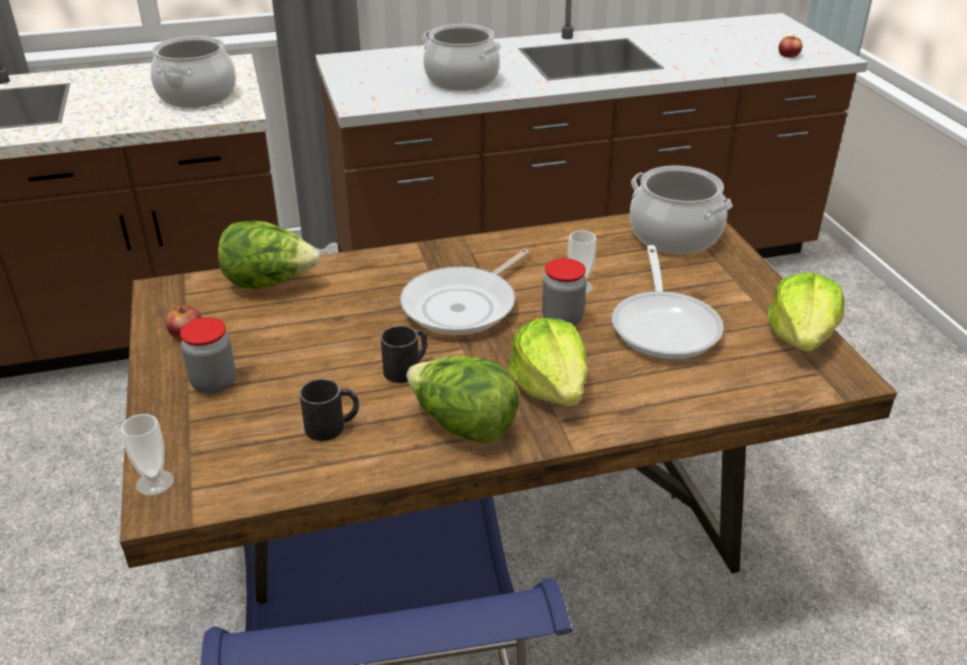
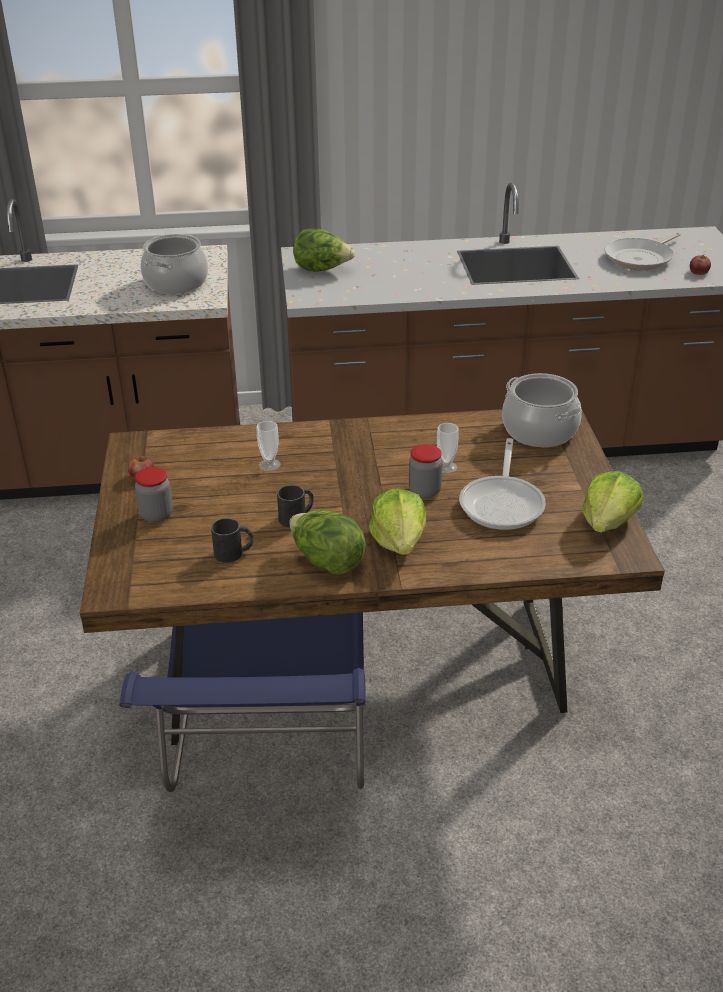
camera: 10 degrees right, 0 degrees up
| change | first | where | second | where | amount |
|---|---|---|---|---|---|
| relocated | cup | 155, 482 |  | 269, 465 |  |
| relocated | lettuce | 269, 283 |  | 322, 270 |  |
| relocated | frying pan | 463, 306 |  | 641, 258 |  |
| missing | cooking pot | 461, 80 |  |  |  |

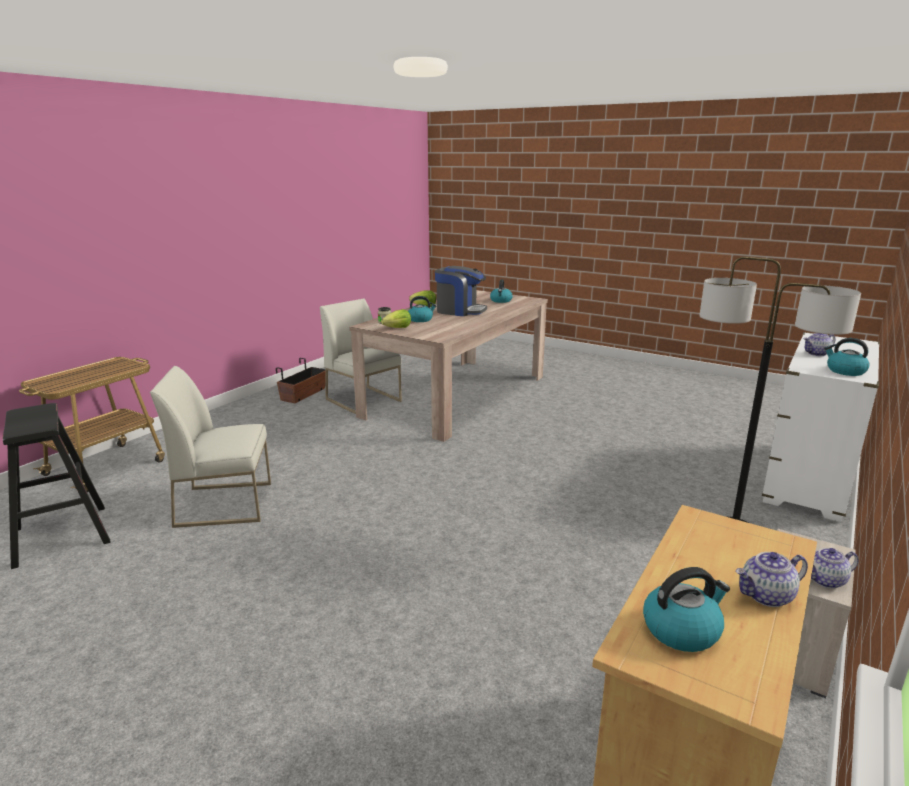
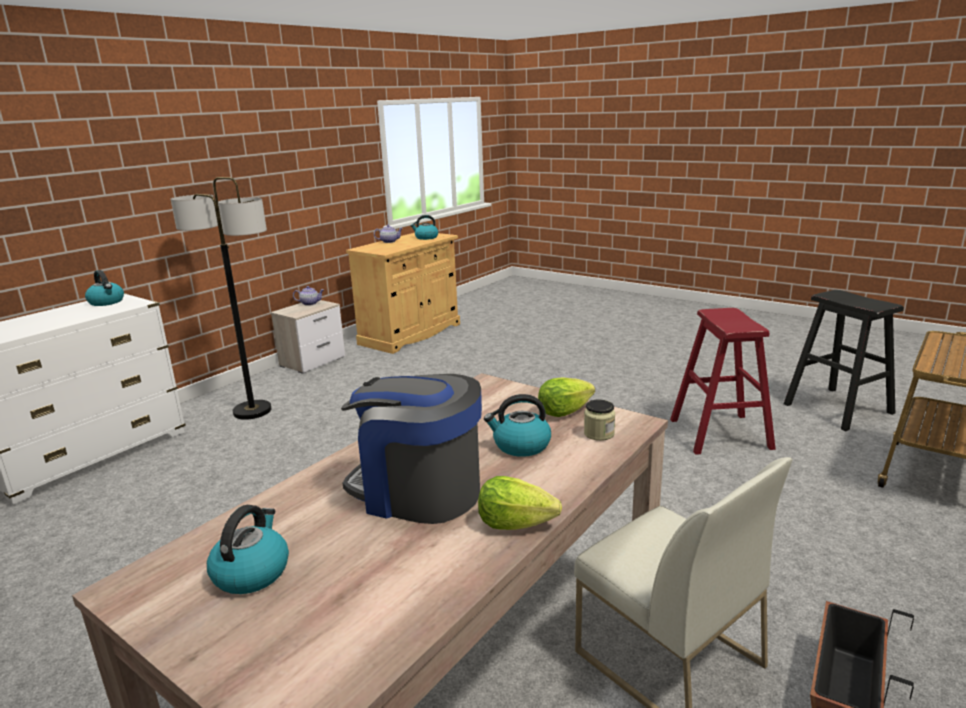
camera: 175 degrees left, 0 degrees up
| change | first | where | second | where | amount |
|---|---|---|---|---|---|
| exchanged | chair (white) | 225, 504 | stool (red) | 720, 434 |  |
| missing | teapot | 816, 354 |  |  |  |

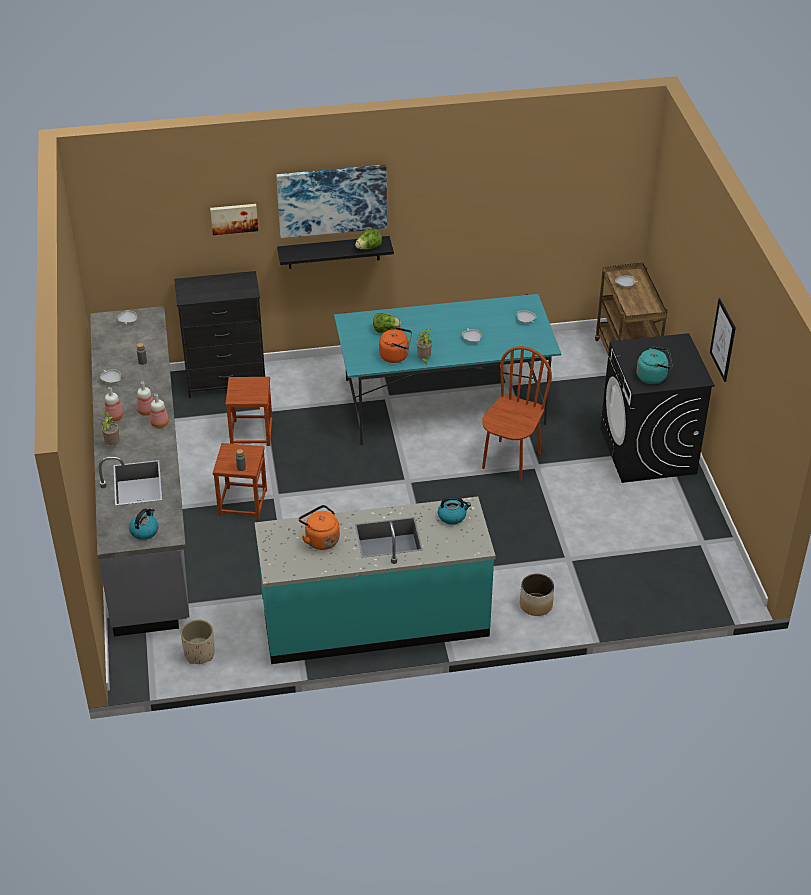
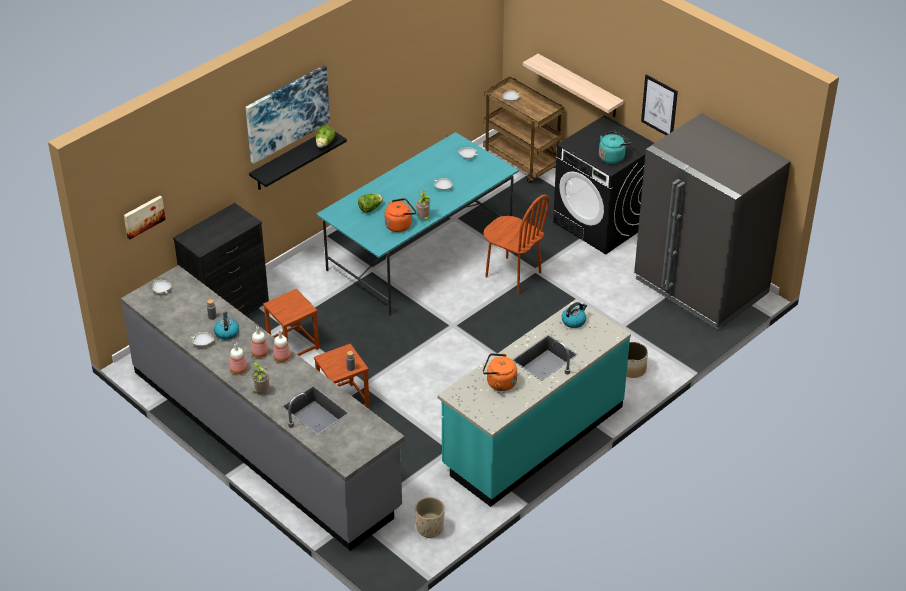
camera: 35 degrees left, 0 degrees up
| change | first | where | second | where | amount |
|---|---|---|---|---|---|
| relocated | kettle | 144, 531 |  | 226, 332 |  |
| relocated | picture | 234, 218 |  | 143, 216 |  |
| spun | chair (brown) | 510, 460 |  | 513, 275 | 135 degrees clockwise |
| appeared |  |  | shelf | 579, 86 |  |
| appeared |  |  | fridge (grey) | 700, 287 |  |

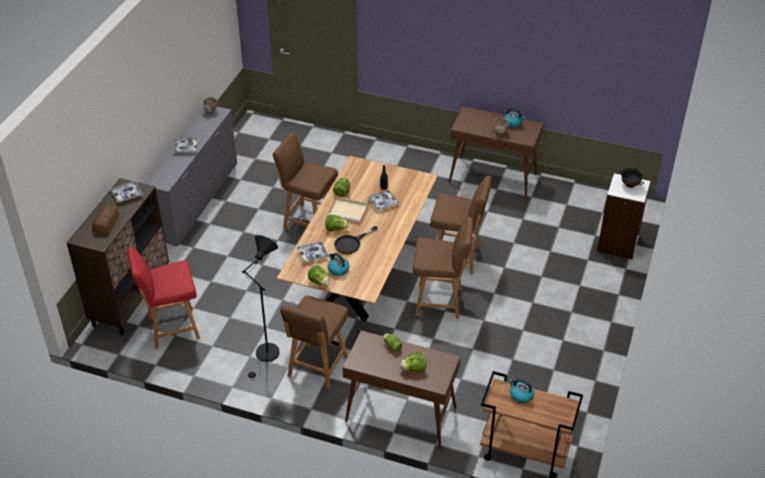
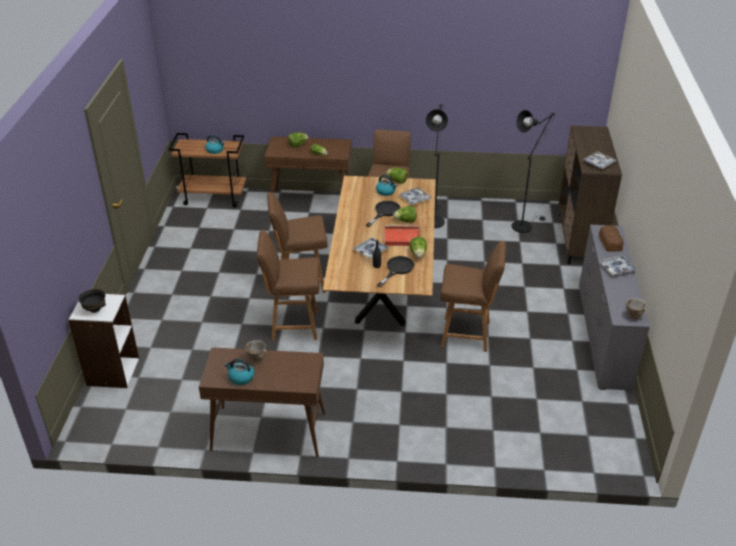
camera: 165 degrees right, 5 degrees down
| change | first | where | second | where | amount |
|---|---|---|---|---|---|
| relocated | bread | 105, 224 |  | 610, 242 |  |
| exchanged | chair (red) | 172, 328 | floor lamp (black) | 524, 225 |  |
| colour | tray (beige) | 349, 211 | tray (red) | 401, 237 |  |
| appeared |  |  | frying pan (black) | 397, 269 |  |

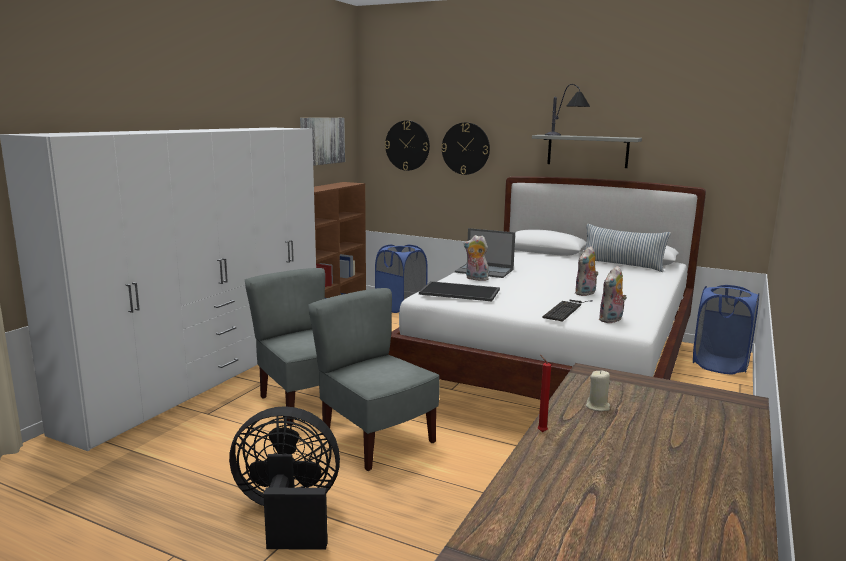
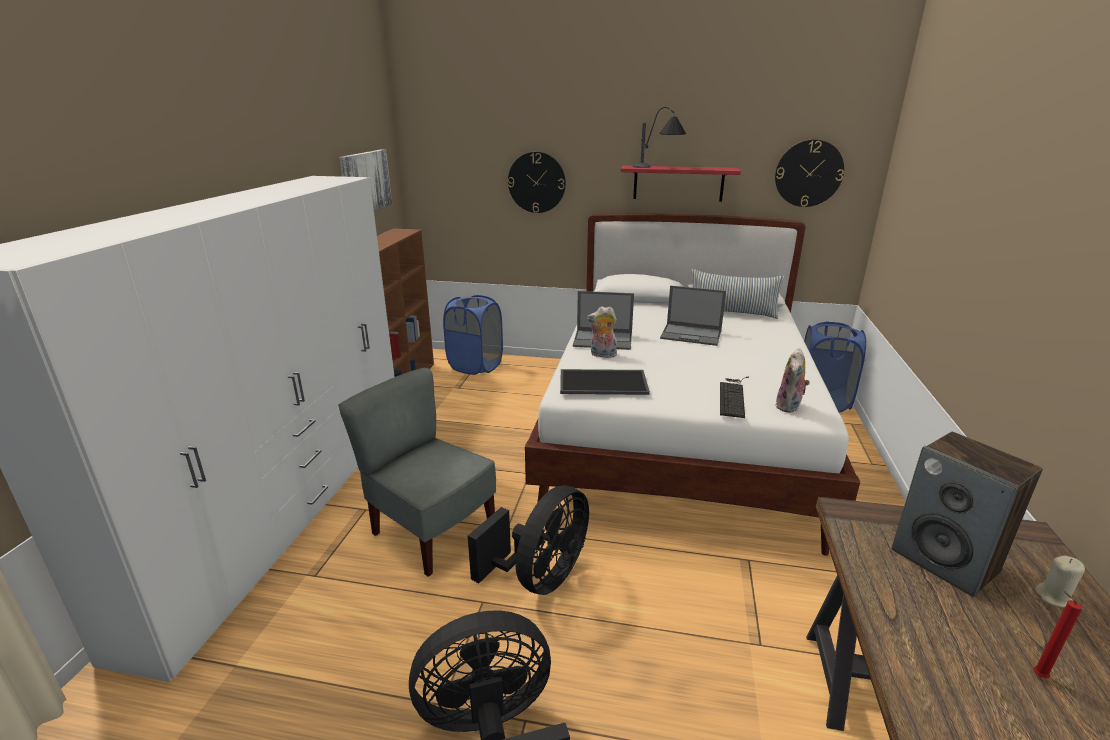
camera: 15 degrees left, 10 degrees up
| change | first | where | second | where | amount |
|---|---|---|---|---|---|
| exchanged | chair (grey) | 376, 440 | fan (black) | 540, 577 |  |
| relocated | wall clock | 407, 145 |  | 808, 173 |  |
| colour | shelf (grey) | 587, 151 | shelf (red) | 678, 183 |  |
| relocated | candle (red) | 541, 431 |  | 1036, 675 |  |
| missing | plush toy | 586, 293 |  |  |  |
| relocated | candle (beige) | 598, 407 |  | 1054, 597 |  |
| appeared |  |  | laptop | 692, 335 |  |
| appeared |  |  | speaker | 945, 561 |  |

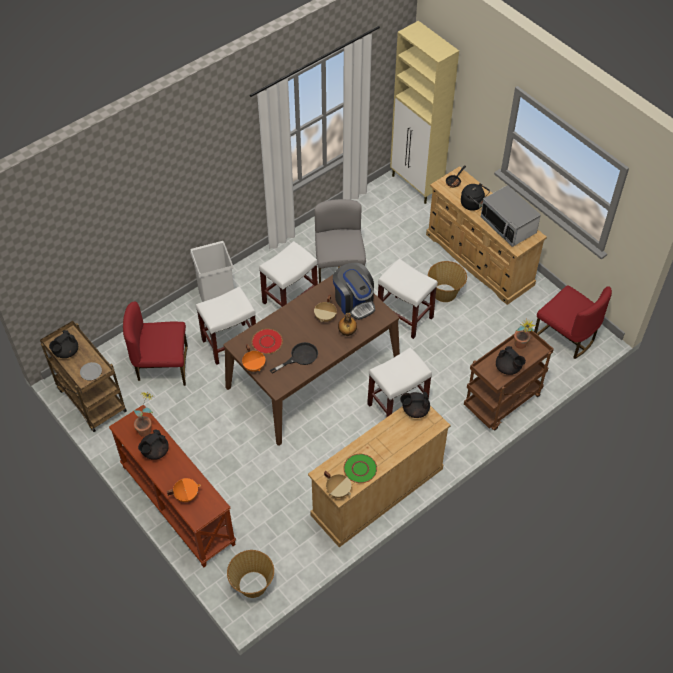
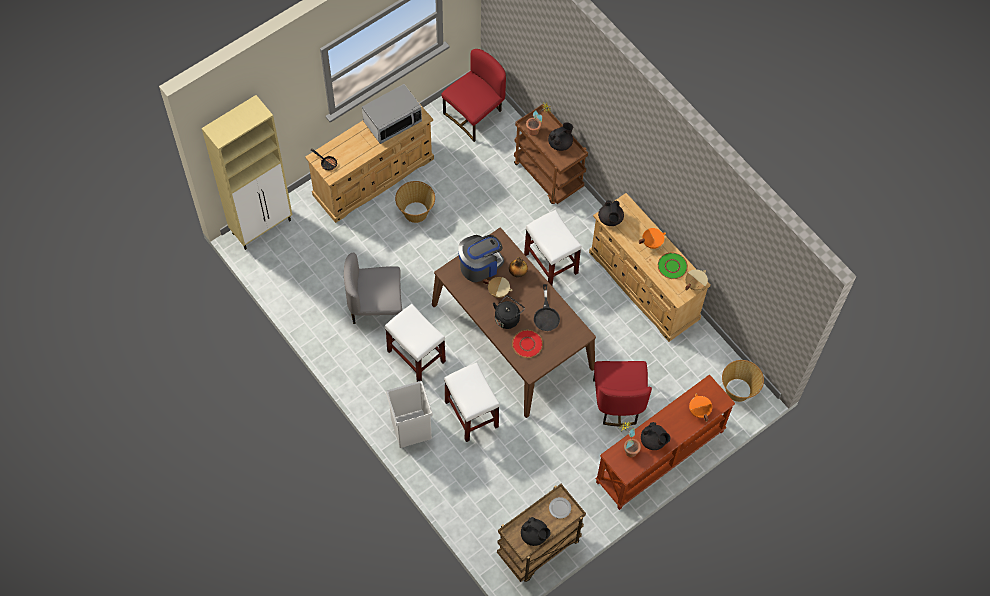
camera: 90 degrees left, 10 degrees up
| change | first | where | second | where | amount |
|---|---|---|---|---|---|
| relocated | chair (red) | 162, 366 |  | 618, 402 |  |
| relocated | cooking pot (orange) | 254, 366 |  | 651, 242 |  |
| spun | frying pan (black) | 299, 357 |  | 546, 315 | 150 degrees counterclockwise |
| missing | stool (white) | 405, 316 |  |  |  |
| relocated | kettle (black) | 473, 204 |  | 508, 317 |  |

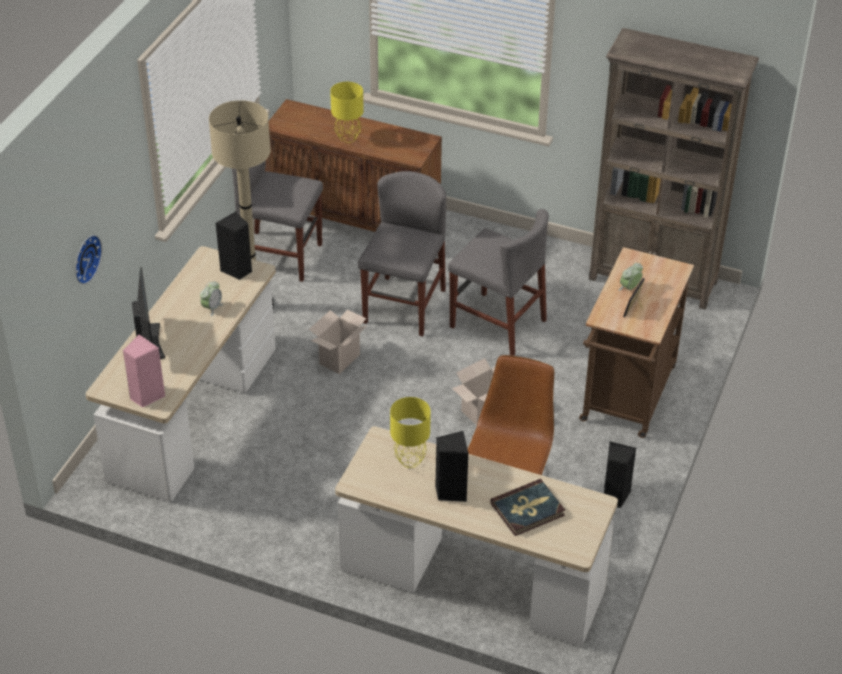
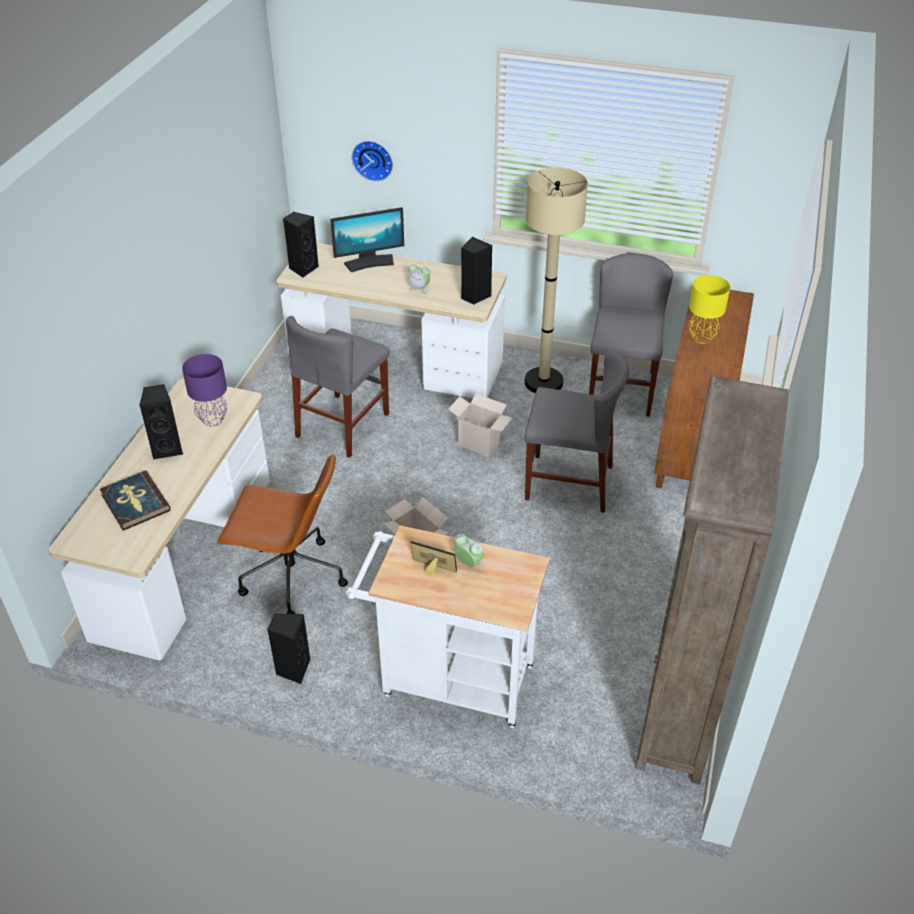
camera: 85 degrees right, 0 degrees up
| change | first | where | second | where | amount |
|---|---|---|---|---|---|
| colour | speaker (pink) | 146, 396 | speaker (black) | 303, 269 |  |
| colour | table lamp (yellow) | 411, 460 | table lamp (purple) | 213, 420 |  |
| relocated | chair (grey) | 497, 323 |  | 343, 425 |  |
| colour | cart (brown) | 626, 400 | cart (white) | 449, 679 |  |

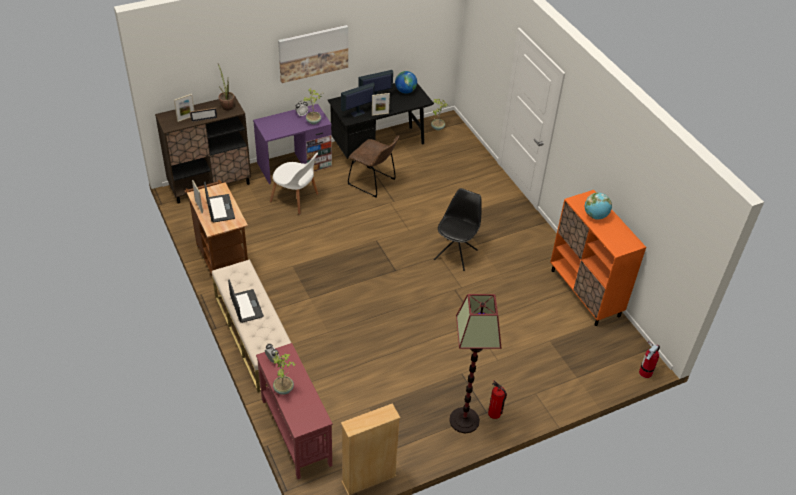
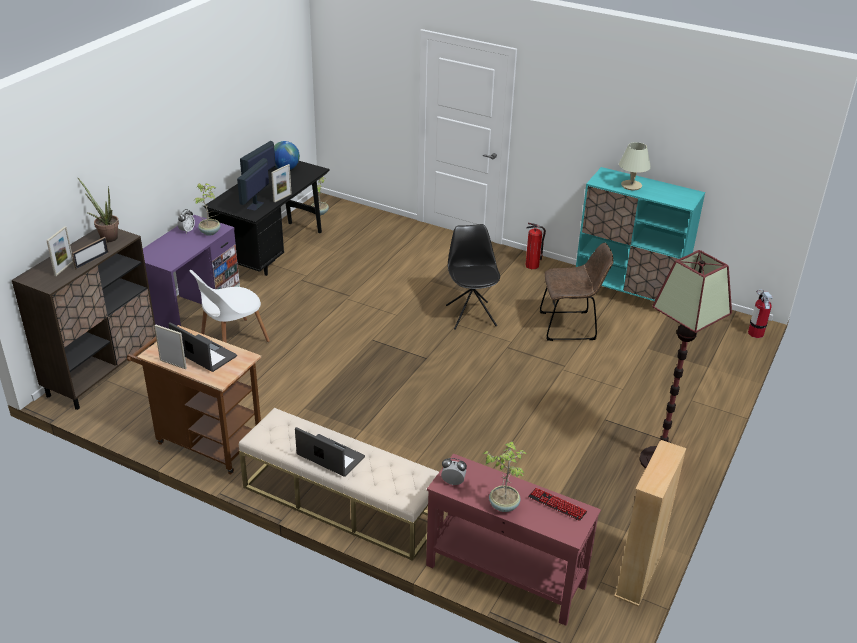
camera: 35 degrees left, 10 degrees down
| change | first | where | second | where | amount |
|---|---|---|---|---|---|
| spun | chair (white) | 296, 199 |  | 232, 340 | 150 degrees clockwise |
| missing | picture | 313, 53 |  |  |  |
| relocated | chair (brown) | 373, 183 |  | 571, 326 |  |
| relocated | fire extinguisher | 494, 413 |  | 532, 265 |  |
| colour | cabinet (orange) | 585, 293 | cabinet (turquoise) | 628, 293 |  |
| exchanged | globe | 595, 216 | table lamp (beige) | 631, 186 |  |
| appeared |  |  | keyboard | 557, 505 |  |

